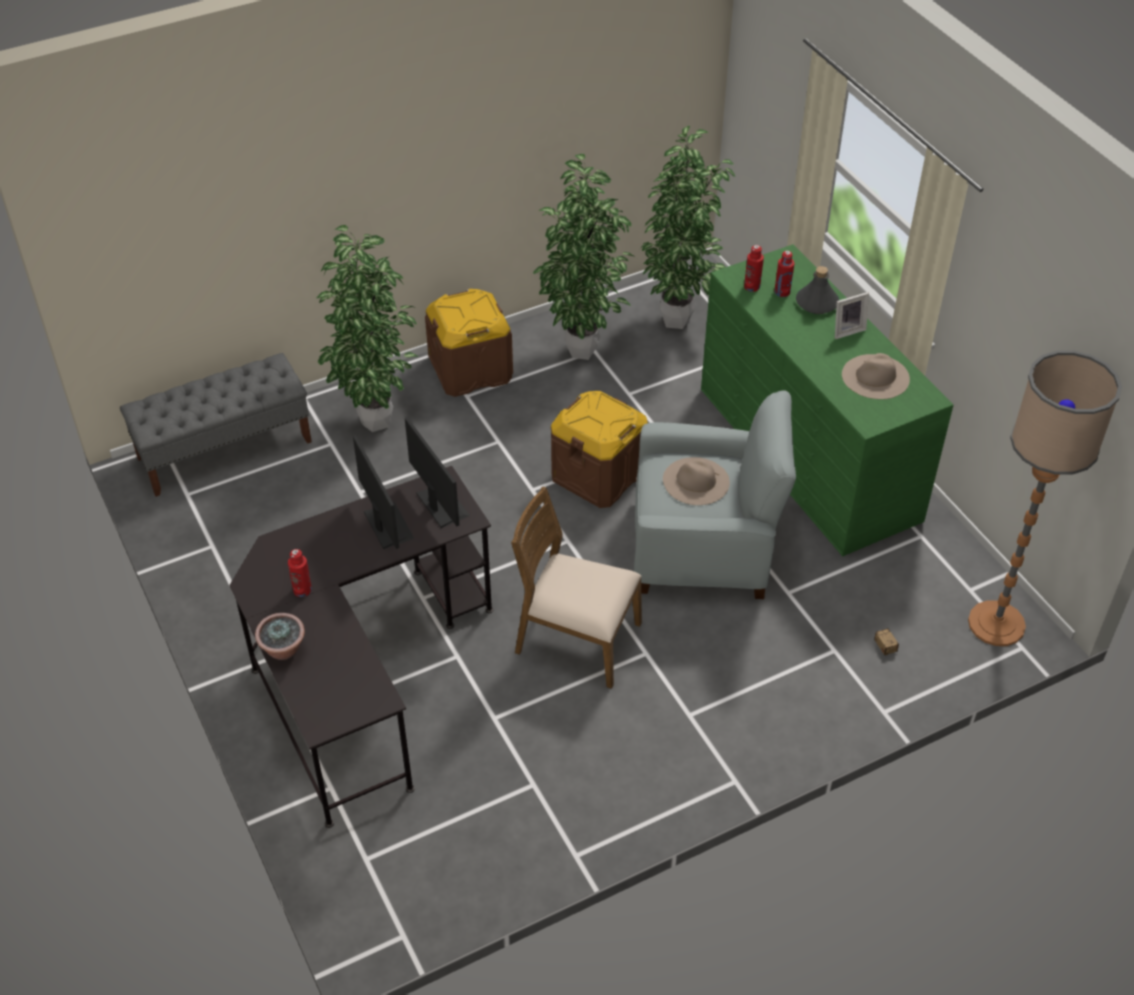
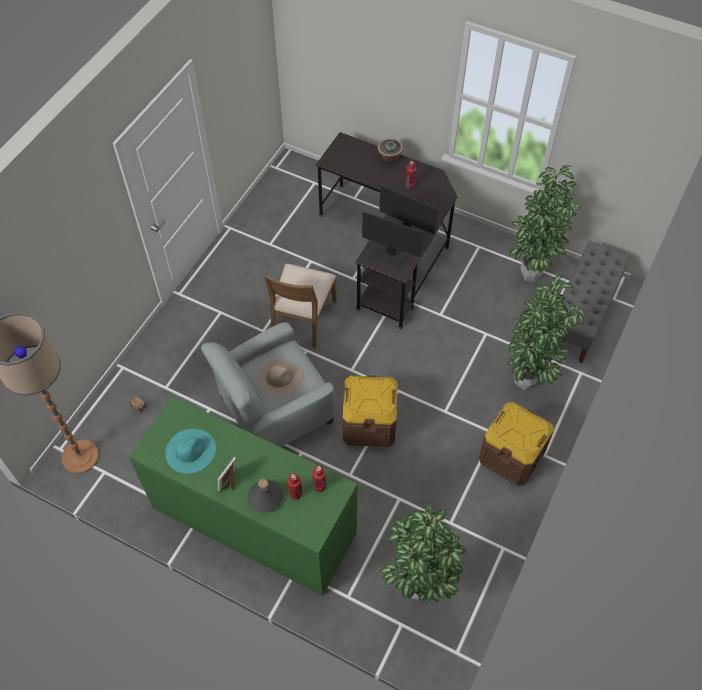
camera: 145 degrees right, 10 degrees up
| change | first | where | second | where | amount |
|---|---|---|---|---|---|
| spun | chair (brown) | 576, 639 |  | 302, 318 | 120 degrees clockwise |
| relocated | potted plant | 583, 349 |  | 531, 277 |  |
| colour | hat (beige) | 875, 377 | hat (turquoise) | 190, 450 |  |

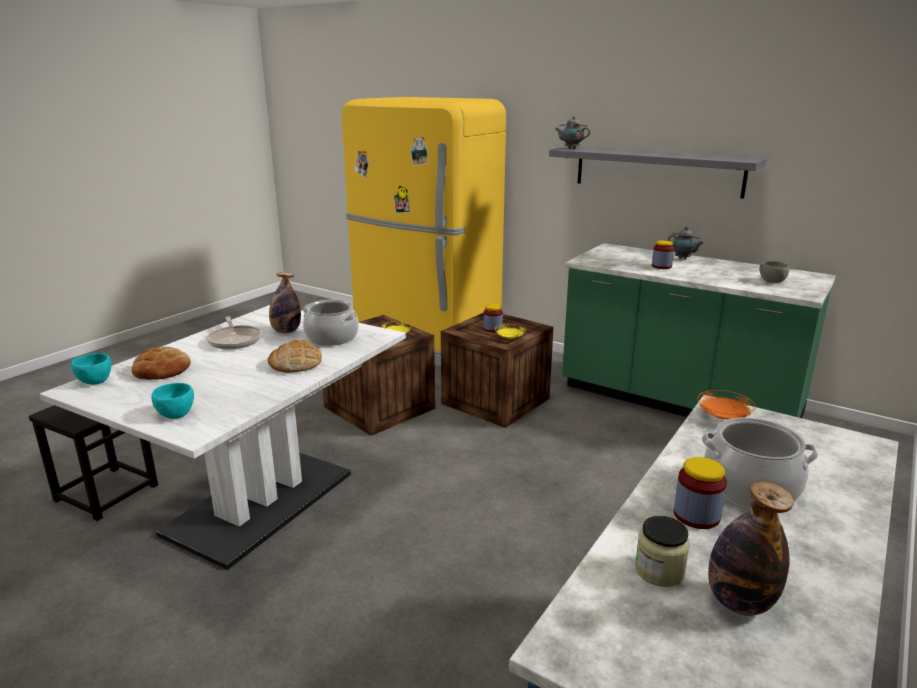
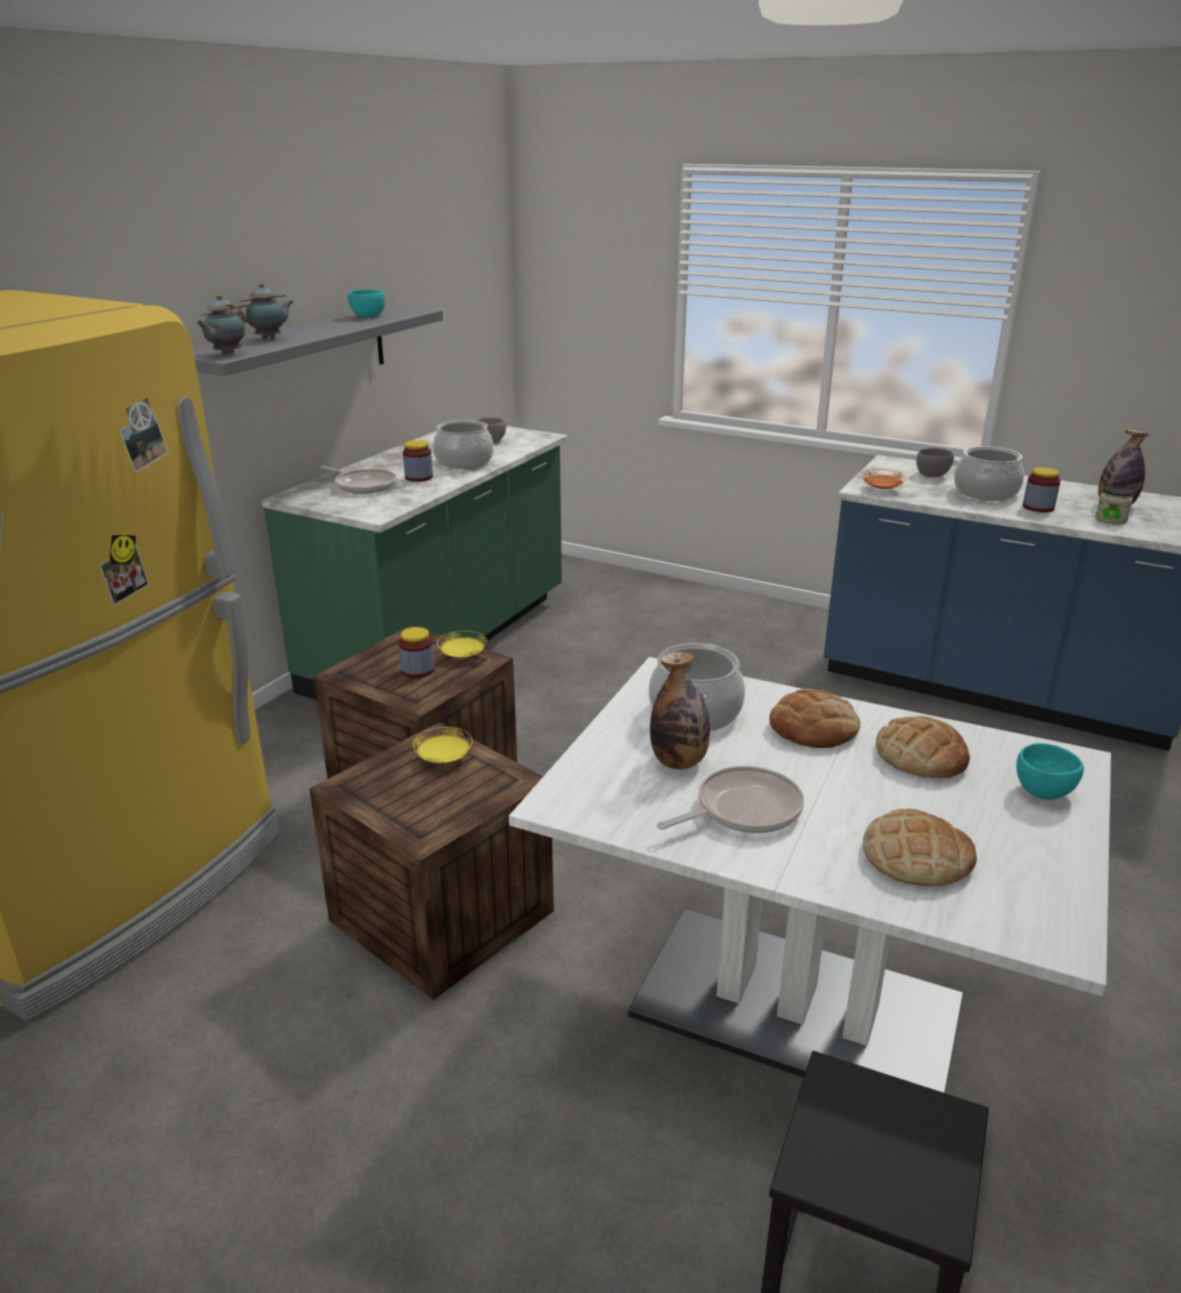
camera: 95 degrees left, 5 degrees up
| change | first | where | second | where | amount |
|---|---|---|---|---|---|
| relocated | bowl (turquoise) | 94, 381 |  | 369, 316 |  |
| relocated | teapot | 683, 259 |  | 270, 338 |  |
| appeared |  |  | frying pan | 363, 486 |  |
| appeared |  |  | cooking pot | 463, 462 |  |
| appeared |  |  | bread | 921, 756 |  |
| appeared |  |  | bowl (grey) | 932, 474 |  |

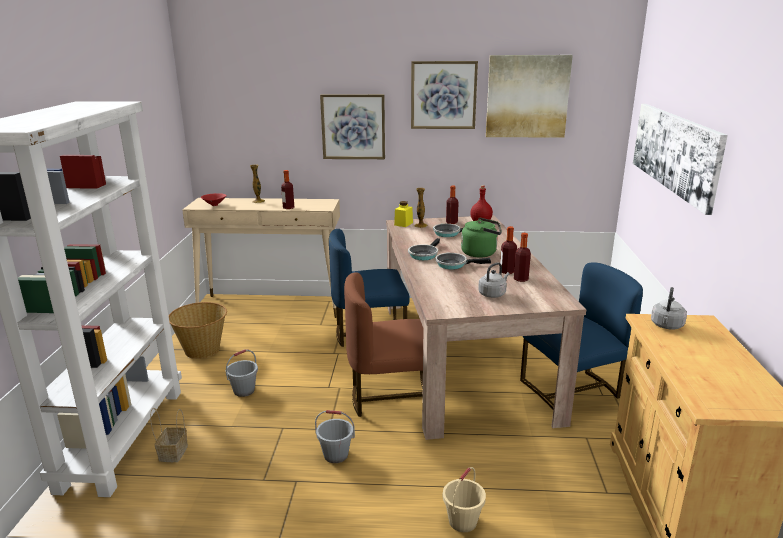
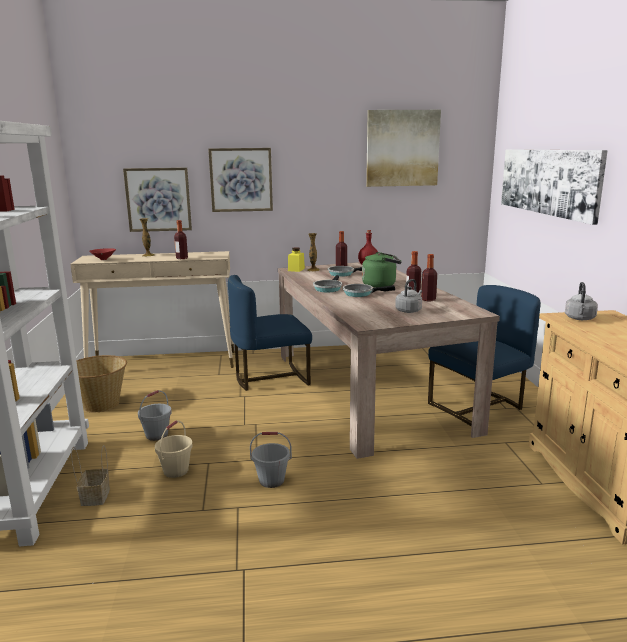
camera: 10 degrees left, 5 degrees down
| change | first | where | second | where | amount |
|---|---|---|---|---|---|
| missing | chair (brown) | 392, 397 |  |  |  |
| relocated | picture | 443, 95 |  | 158, 199 |  |
| relocated | bucket (beige) | 462, 521 |  | 176, 471 |  |

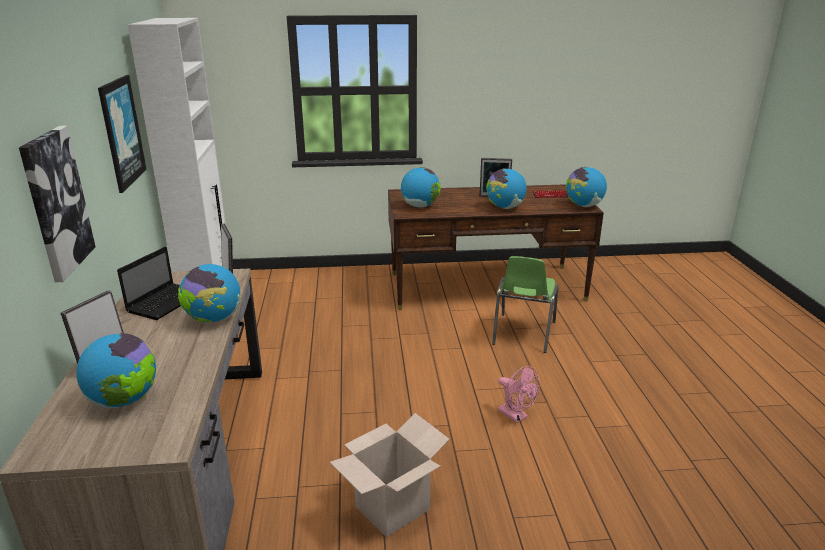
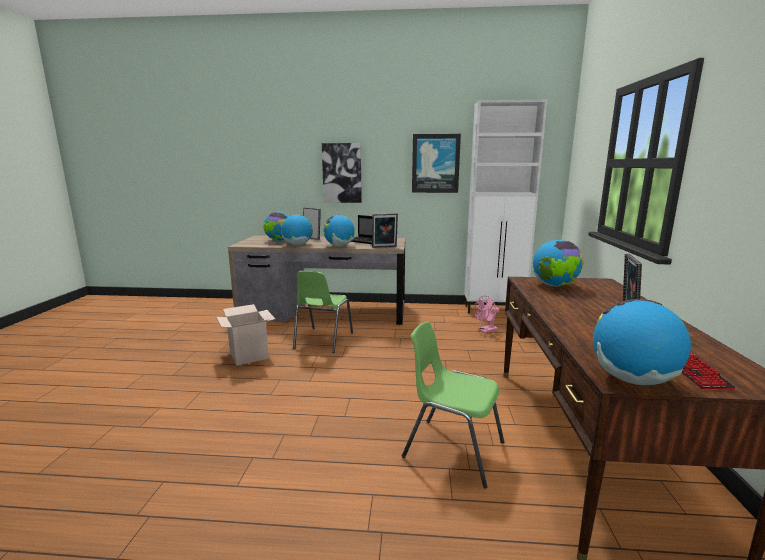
camera: 100 degrees right, 10 degrees down
| change | first | where | second | where | amount |
|---|---|---|---|---|---|
| relocated | globe | 505, 207 |  | 297, 245 |  |
| relocated | fan (pink) | 516, 416 |  | 486, 331 |  |
| appeared |  |  | chair (green) | 322, 340 |  |

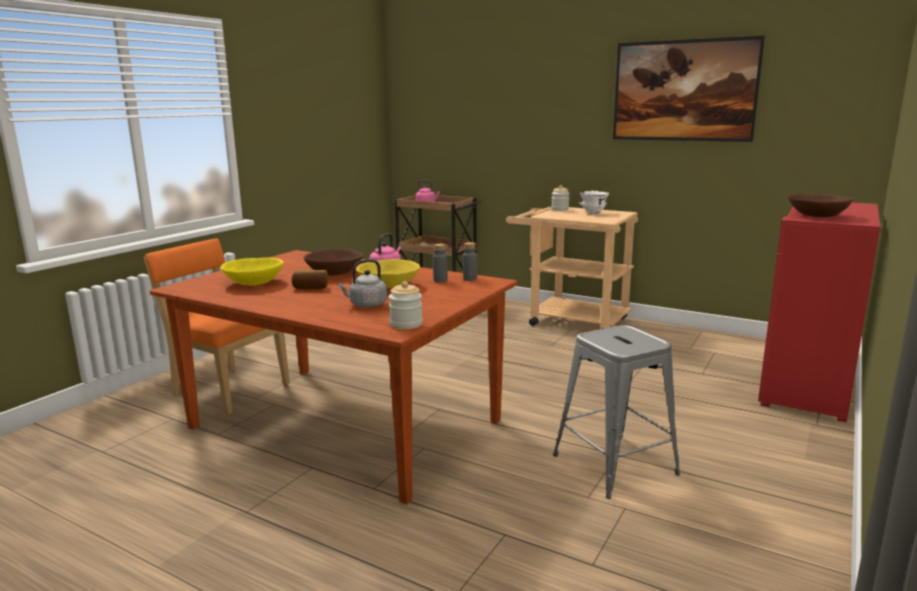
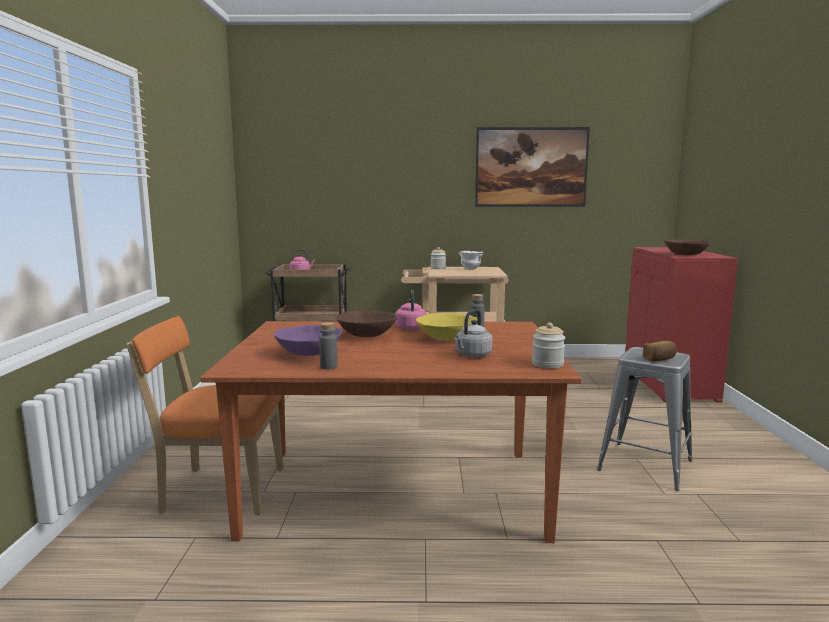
camera: 30 degrees left, 5 degrees down
| change | first | where | second | where | amount |
|---|---|---|---|---|---|
| colour | bowl (yellow) | 254, 283 | bowl (purple) | 308, 353 |  |
| relocated | bread | 311, 288 |  | 659, 359 |  |
| relocated | bottle (grey) | 470, 279 |  | 328, 367 |  |

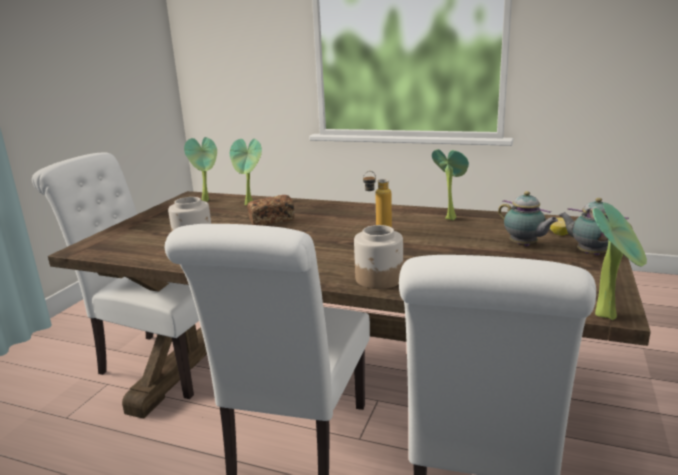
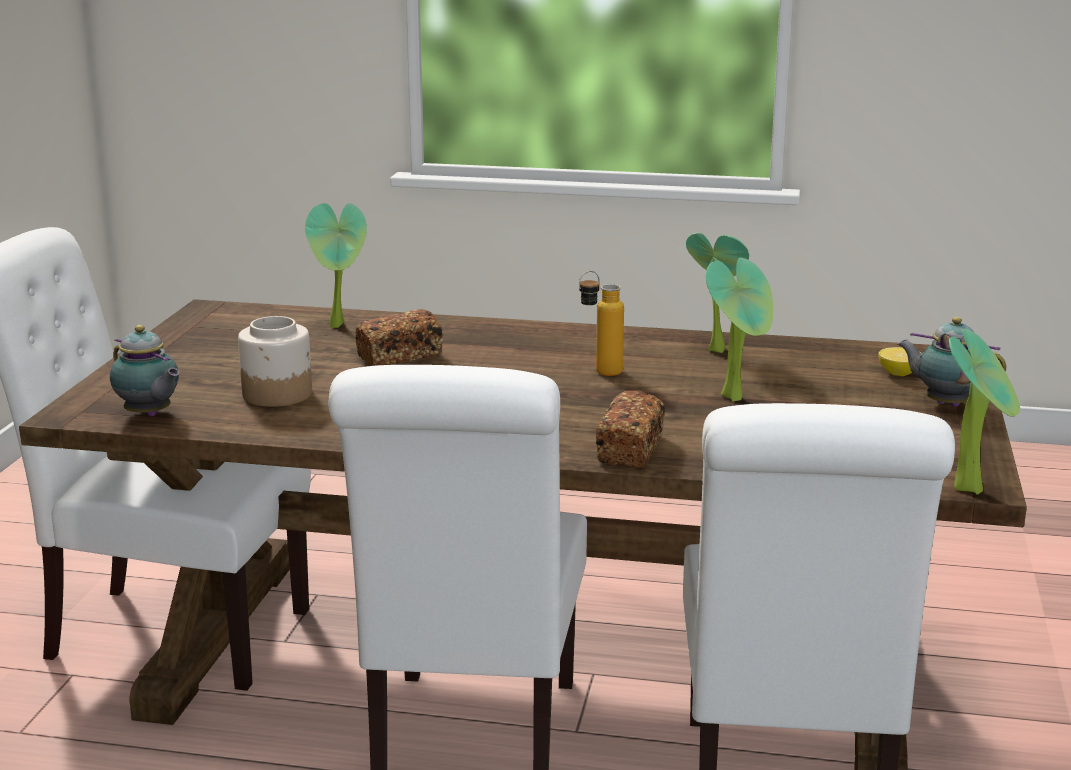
camera: 10 degrees left, 0 degrees up
| change | first | where | second | where | amount |
|---|---|---|---|---|---|
| relocated | potted plant | 207, 200 |  | 737, 397 |  |
| exchanged | jar | 379, 279 | bread | 630, 449 |  |
| relocated | teapot | 524, 245 |  | 149, 415 |  |

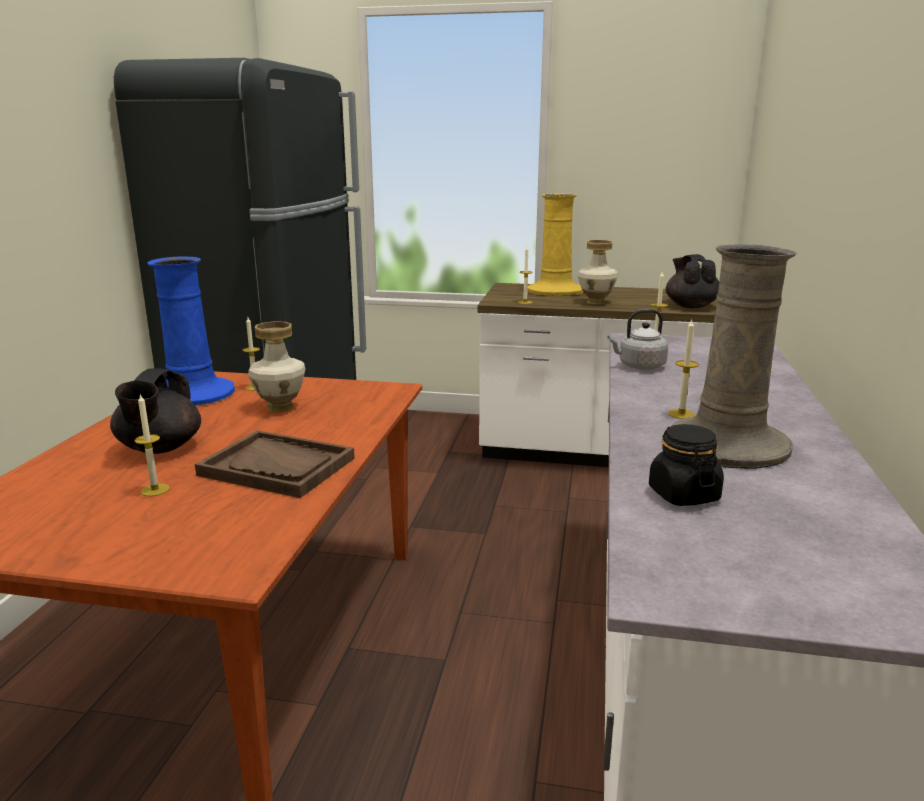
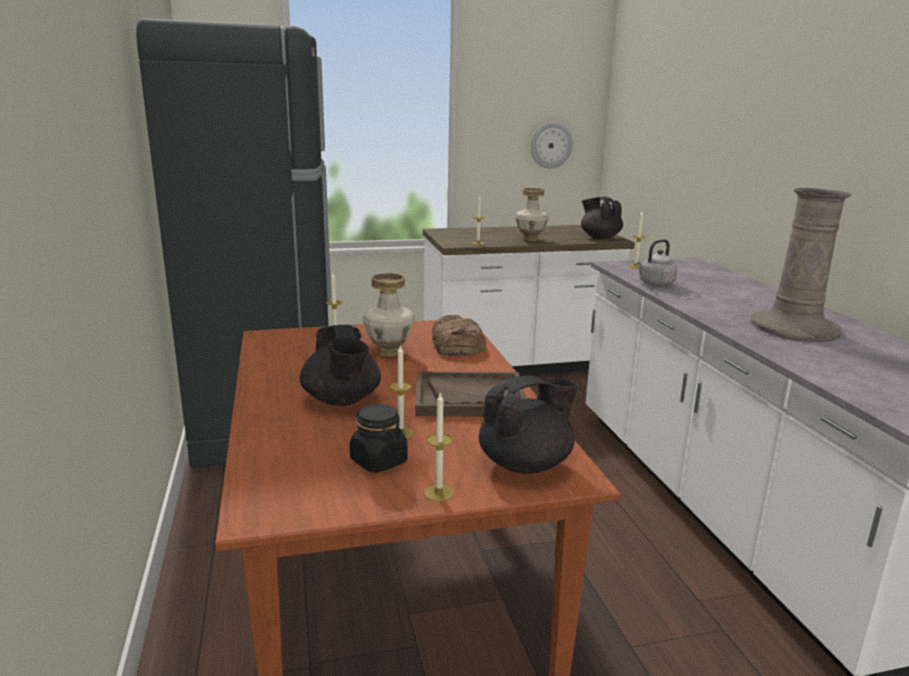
camera: 25 degrees left, 0 degrees up
| change | first | where | second | where | amount |
|---|---|---|---|---|---|
| missing | vase (blue) | 193, 393 |  |  |  |
| missing | vase (yellow) | 555, 291 |  |  |  |
| relocated | jar (black) | 683, 494 |  | 378, 461 |  |
| relocated | candle | 681, 414 |  | 438, 493 |  |
| appeared |  |  | bread | 457, 344 |  |
| appeared |  |  | teapot (black) | 526, 464 |  |
| appeared |  |  | wall clock | 551, 145 |  |

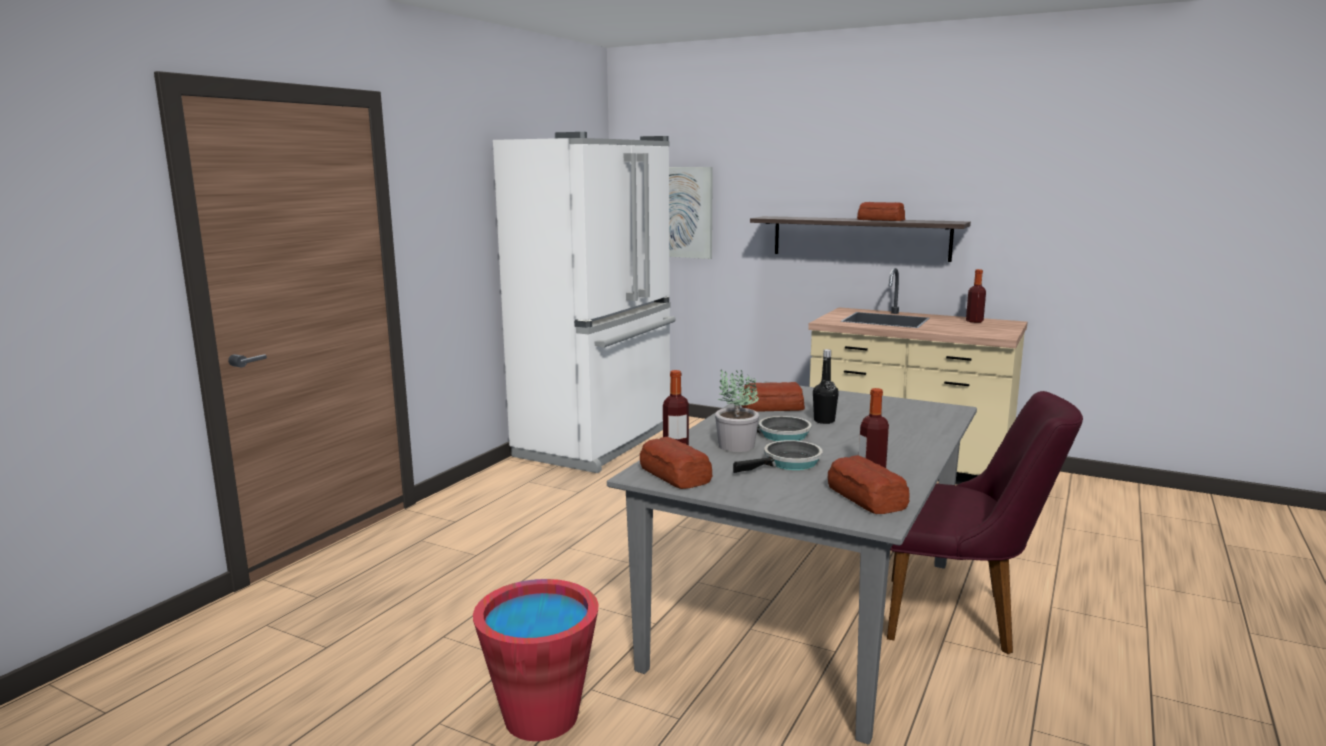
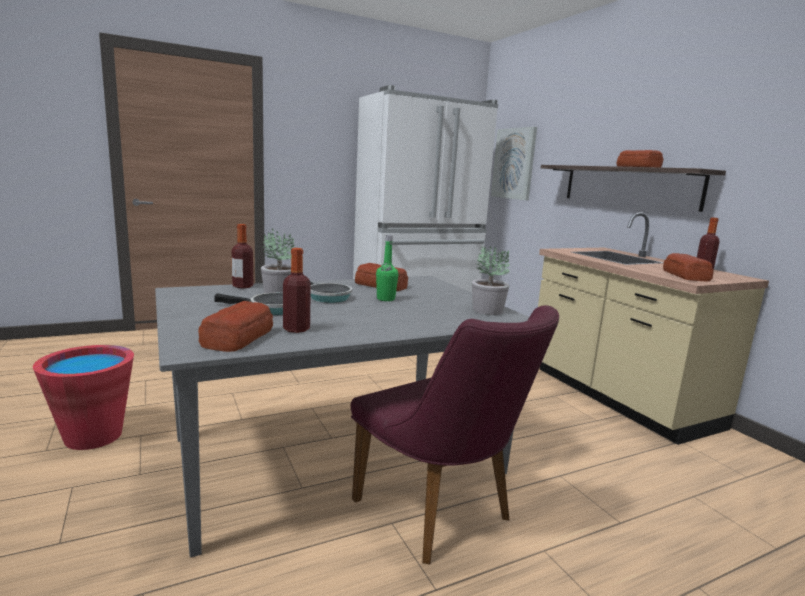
camera: 35 degrees right, 0 degrees up
| change | first | where | second | where | amount |
|---|---|---|---|---|---|
| relocated | bread | 675, 475 |  | 685, 276 |  |
| colour | bottle (black) | 824, 421 | bottle (green) | 385, 299 |  |
| appeared |  |  | potted plant | 487, 311 |  |

